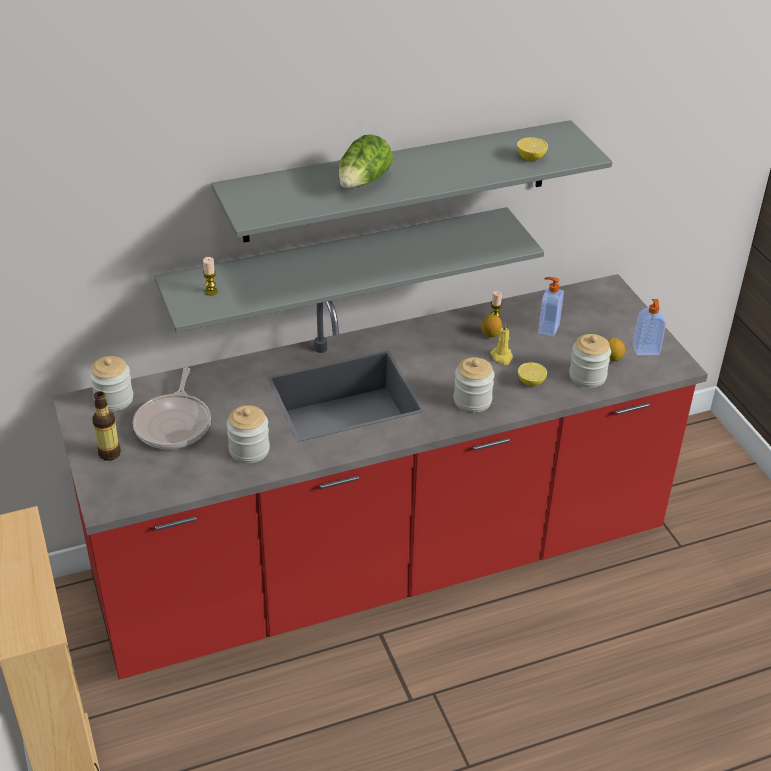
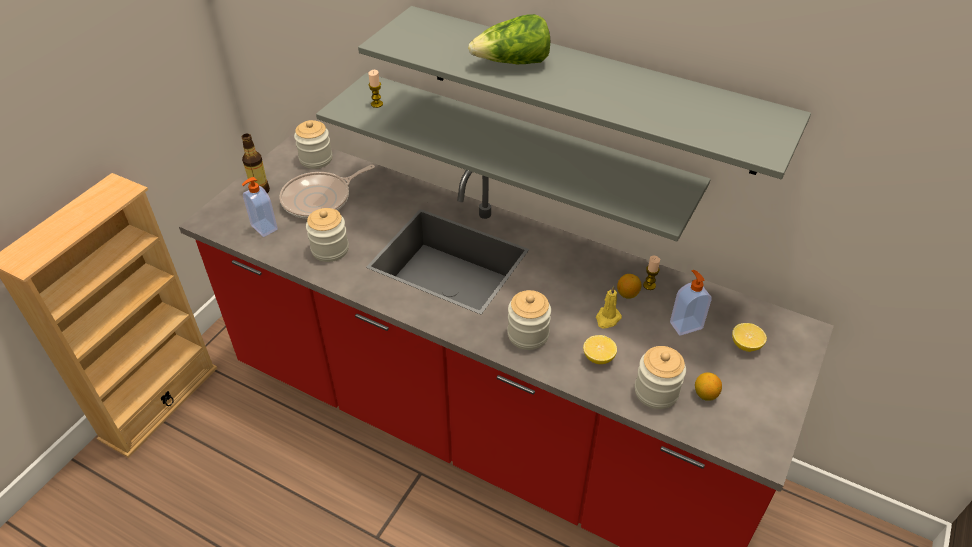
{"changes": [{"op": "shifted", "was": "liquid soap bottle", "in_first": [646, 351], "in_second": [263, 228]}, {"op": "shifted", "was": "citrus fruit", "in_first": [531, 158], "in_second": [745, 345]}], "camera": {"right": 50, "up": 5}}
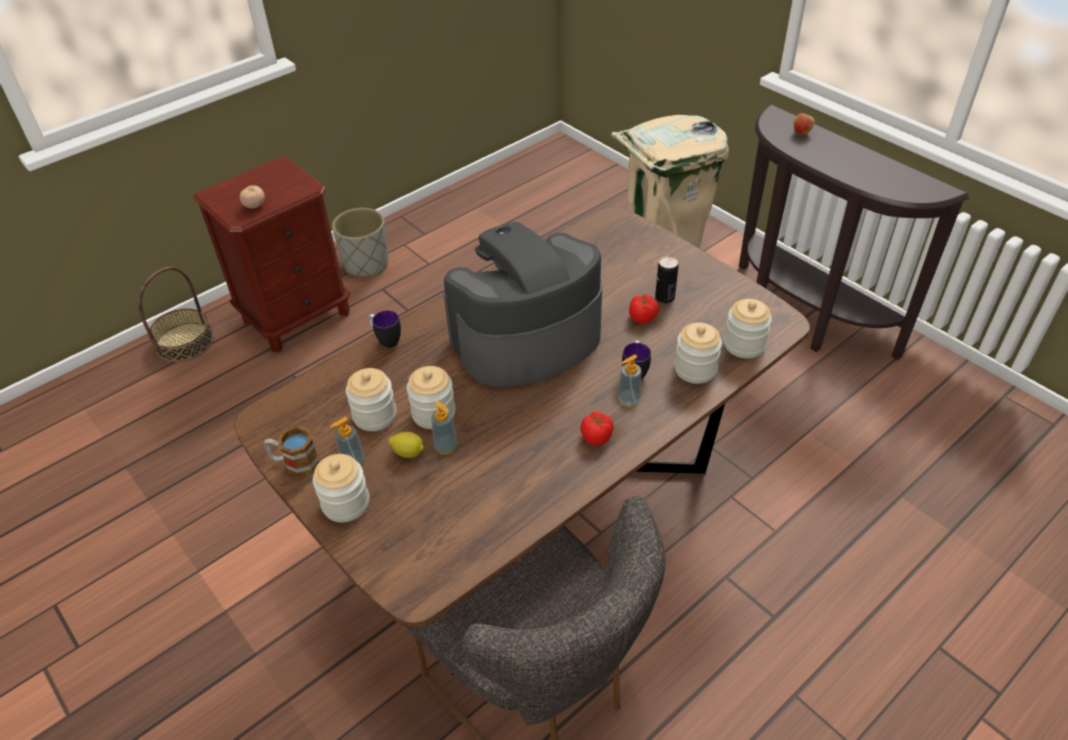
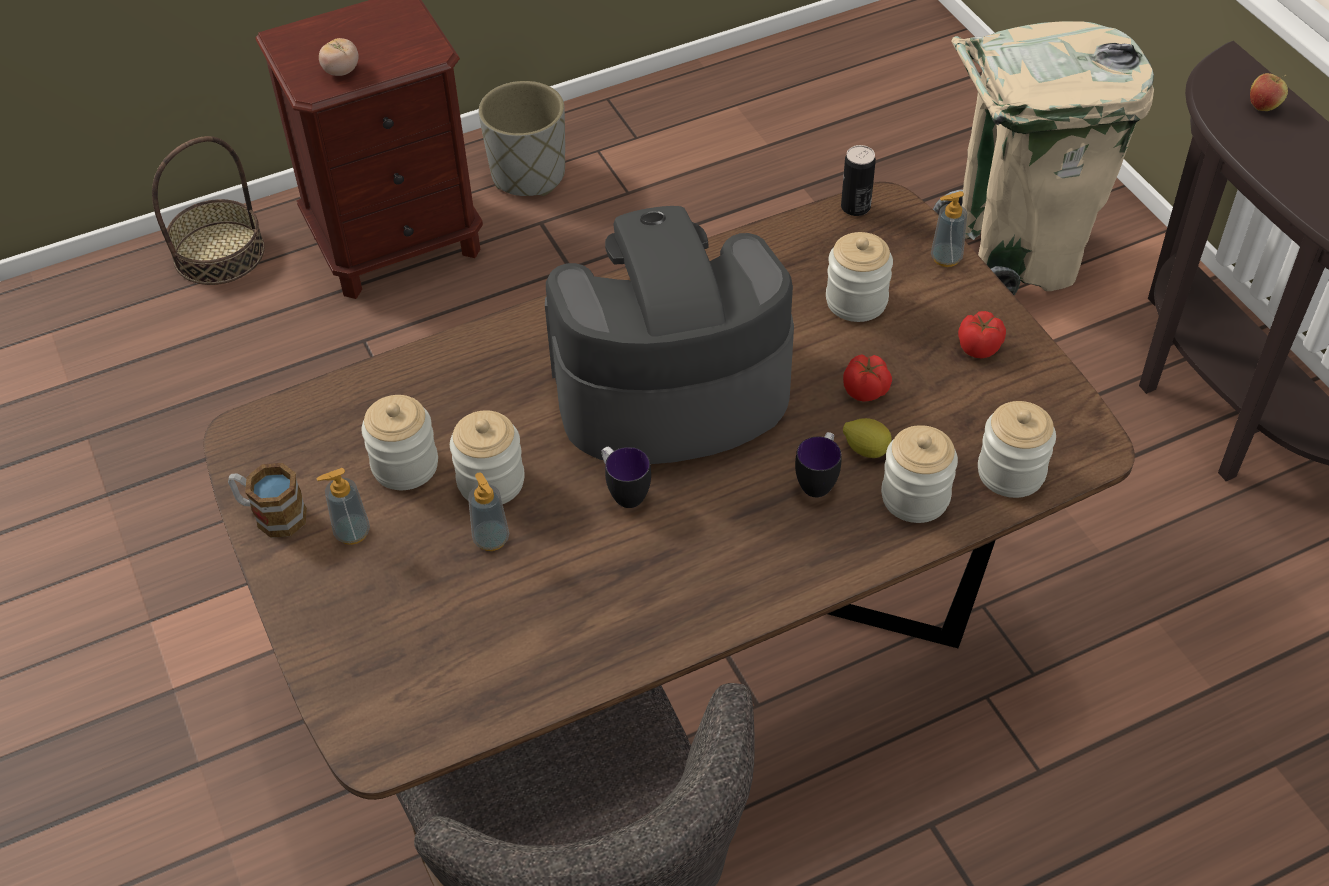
{"changes": [{"op": "shifted", "was": "mug", "in_first": [386, 340], "in_second": [624, 491]}, {"op": "shifted", "was": "storage jar", "in_first": [346, 503], "in_second": [856, 301]}, {"op": "shifted", "was": "sealed can", "in_first": [664, 297], "in_second": [855, 207]}, {"op": "shifted", "was": "citrus fruit", "in_first": [408, 452], "in_second": [867, 449]}, {"op": "shifted", "was": "liquid soap bottle", "in_first": [628, 400], "in_second": [946, 258]}, {"op": "shifted", "was": "tomato", "in_first": [597, 437], "in_second": [980, 347]}], "camera": {"right": 15, "up": 5}}
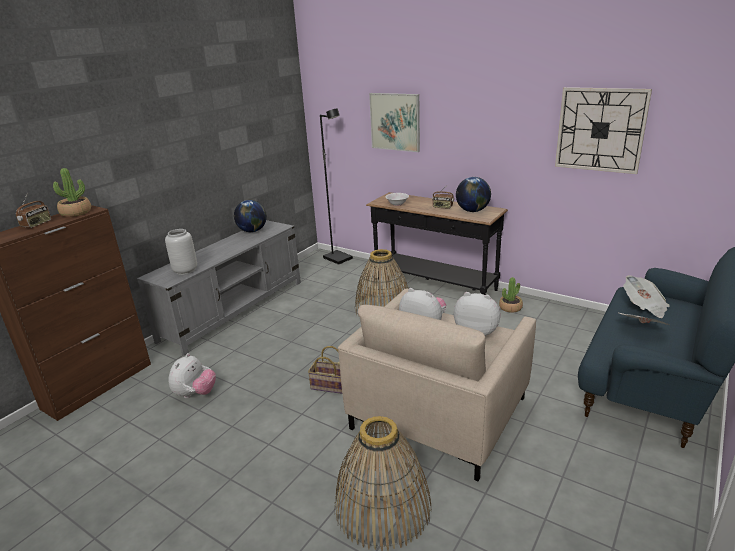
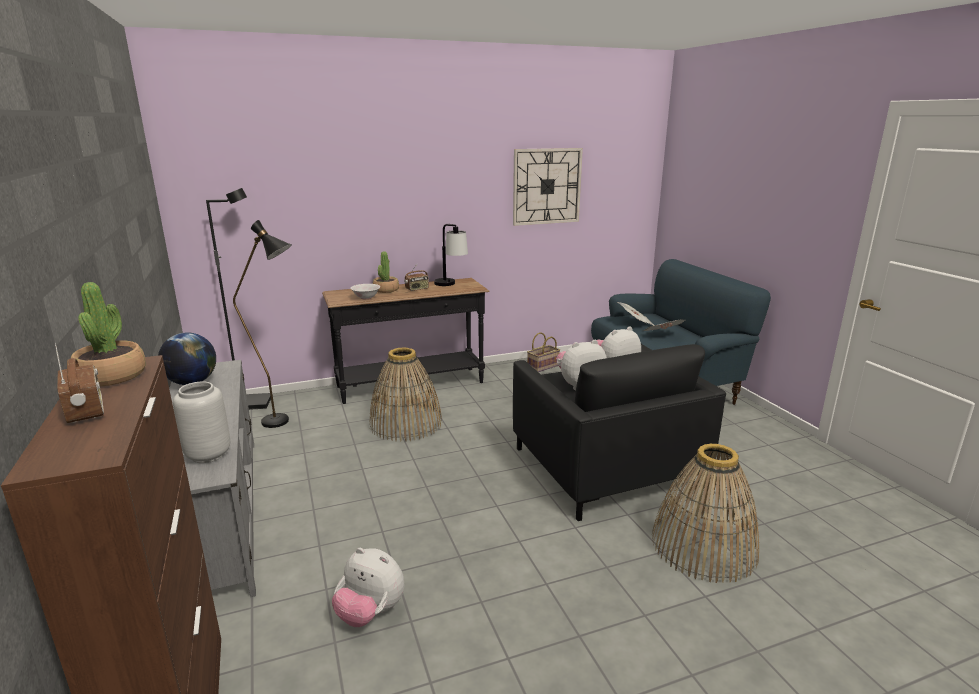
{"changes": [{"op": "new", "now": "black standing lamp", "in_second": [284, 422]}, {"op": "rotated", "was": "plush toy", "in_first": [195, 394], "in_second": [370, 613], "clockwise": 150}, {"op": "shifted", "was": "plant in a pot", "in_first": [510, 308], "in_second": [386, 290]}, {"op": "swapped", "was": "globe", "now": "table lamp", "in_first": [472, 211], "in_second": [451, 285]}, {"op": "repainted", "was": "sand-coloured easy chair", "now": "black easy chair", "in_first": [438, 412], "in_second": [605, 467]}, {"op": "shifted", "was": "basket", "in_first": [329, 386], "in_second": [543, 367]}, {"op": "gone", "was": "wall picture", "in_first": [395, 122]}], "camera": {"right": -55, "up": -5}}
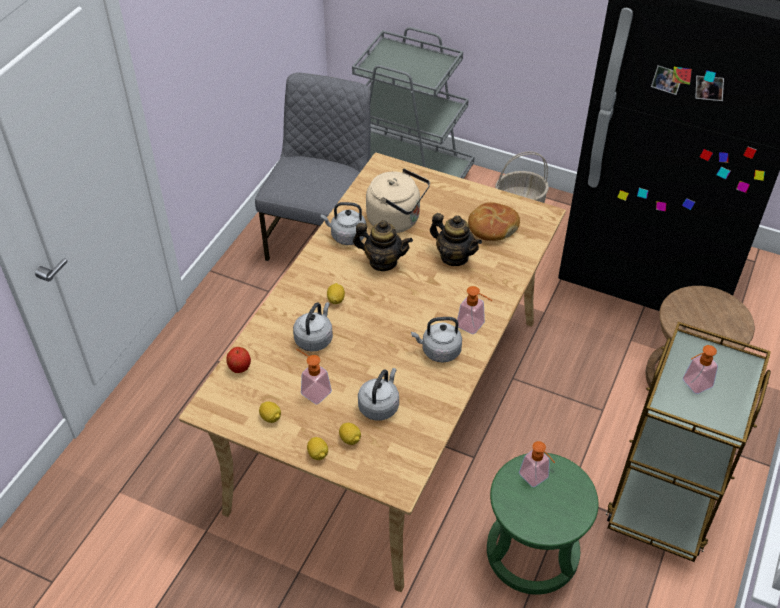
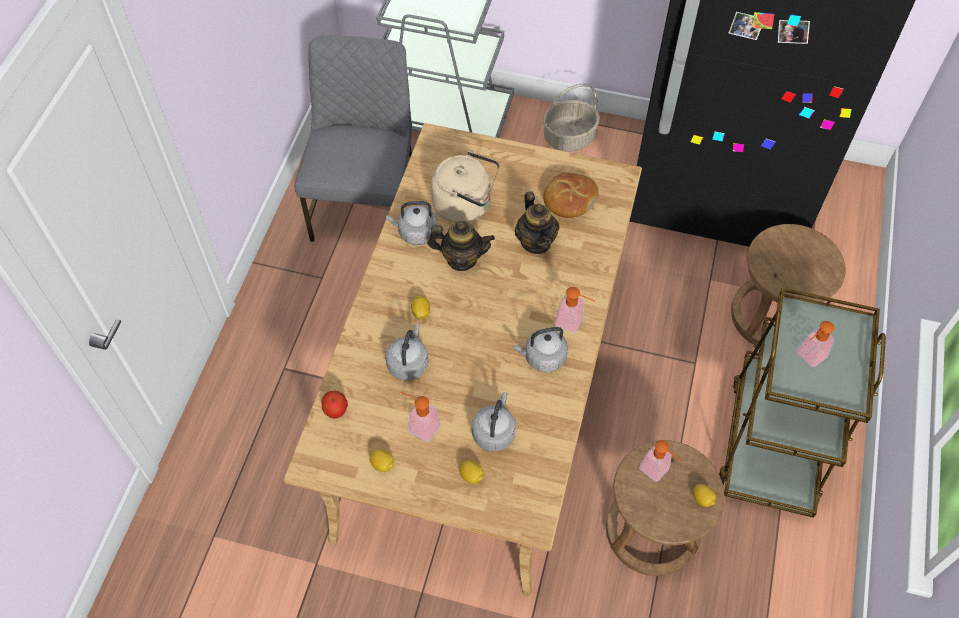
{"changes": [{"op": "rotated", "was": "teapot", "in_first": [454, 257], "in_second": [536, 242], "clockwise": 45}, {"op": "repainted", "was": "greenish stool", "now": "brownish stool", "in_first": [532, 553], "in_second": [652, 531]}, {"op": "shifted", "was": "citrus fruit", "in_first": [318, 454], "in_second": [702, 499]}], "camera": {"right": -10, "up": 10}}
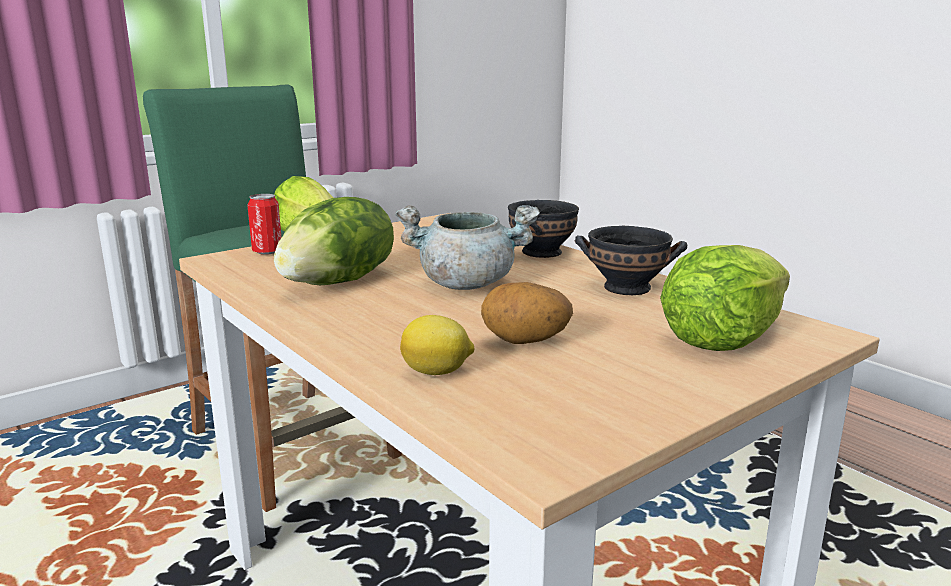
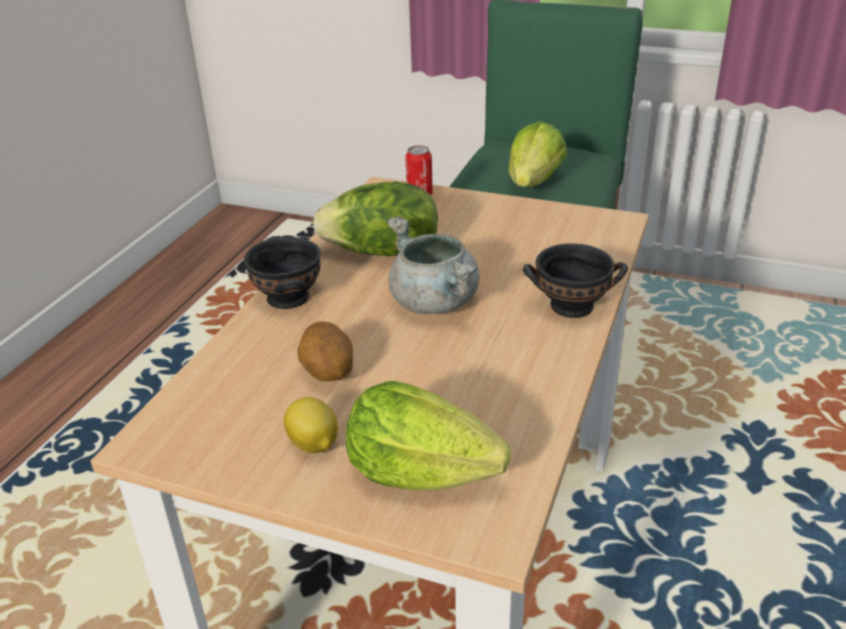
{"changes": [{"op": "shifted", "was": "black deep dish", "in_first": [628, 288], "in_second": [287, 299]}, {"op": "shifted", "was": "citrus fruit", "in_first": [437, 372], "in_second": [314, 445]}], "camera": {"right": 60, "up": 15}}
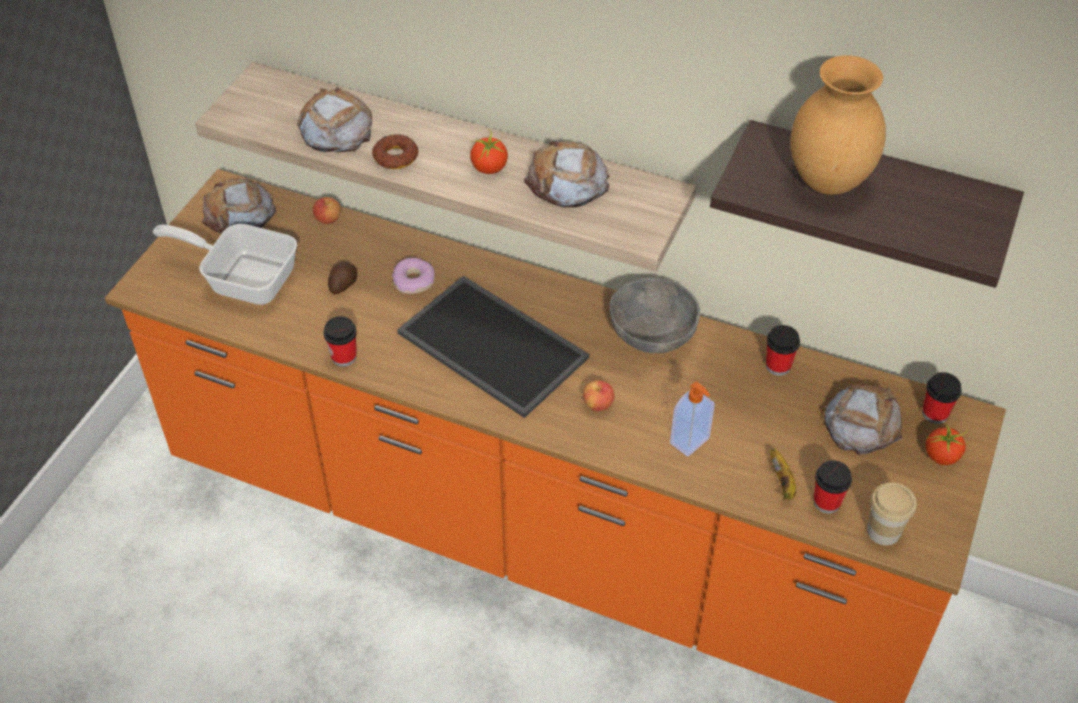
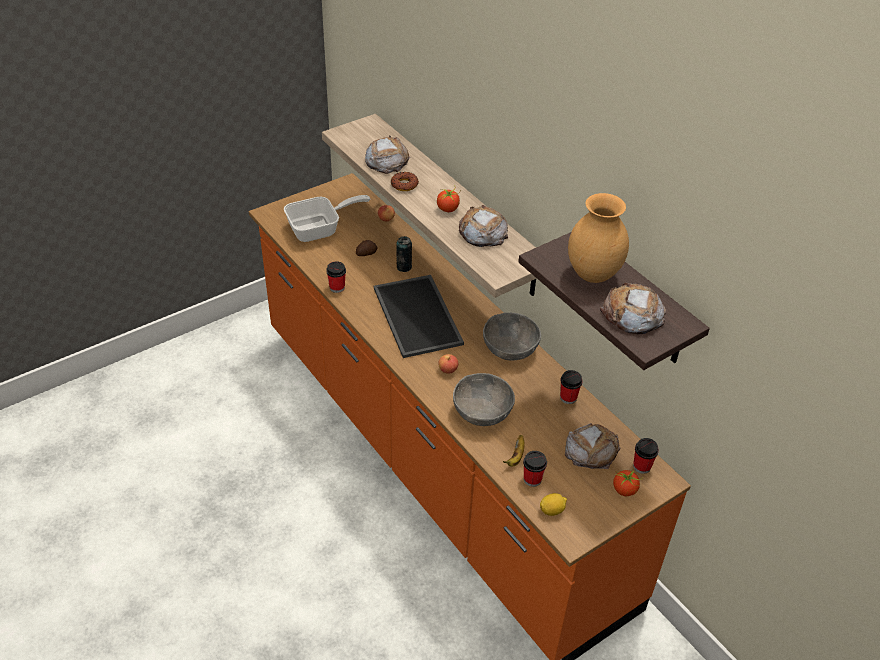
{"changes": [{"op": "rotated", "was": "frying pan", "in_first": [243, 278], "in_second": [320, 229], "clockwise": 105}, {"op": "swapped", "was": "doughnut", "now": "sealed can", "in_first": [414, 281], "in_second": [404, 267]}, {"op": "swapped", "was": "liquid soap bottle", "now": "gray deep dish", "in_first": [690, 442], "in_second": [482, 412]}, {"op": "swapped", "was": "small cup", "now": "citrus fruit", "in_first": [883, 531], "in_second": [552, 510]}, {"op": "shifted", "was": "baked bread", "in_first": [239, 214], "in_second": [632, 314]}], "camera": {"right": 30, "up": -5}}
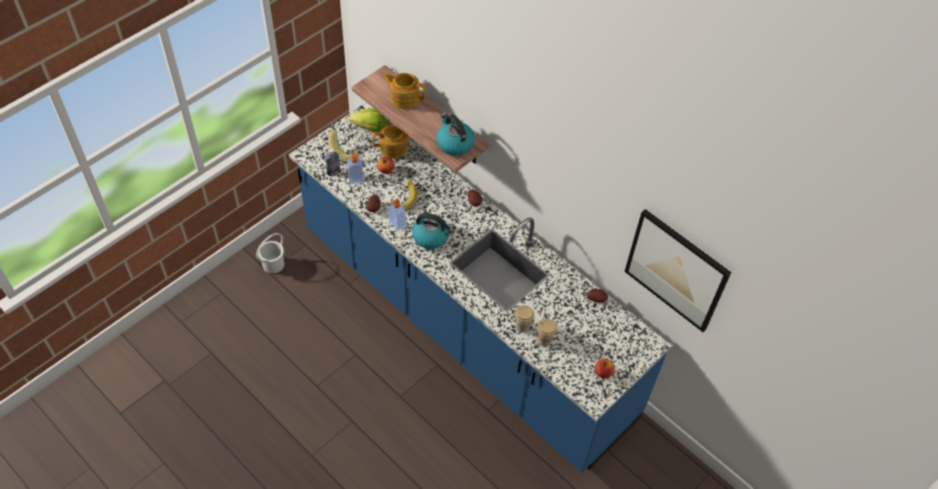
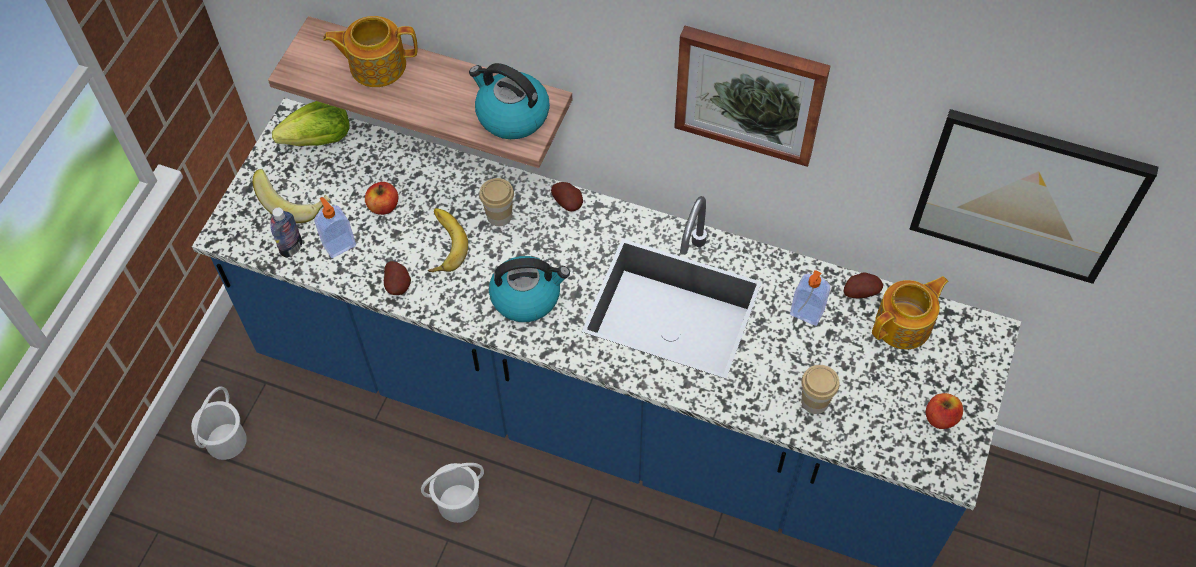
{"changes": [{"op": "new", "now": "white-coloured pail", "in_second": [459, 503]}, {"op": "shifted", "was": "small cup", "in_first": [522, 326], "in_second": [499, 215]}, {"op": "new", "now": "wall picture", "in_second": [750, 93]}, {"op": "shifted", "was": "liquid soap bottle", "in_first": [396, 224], "in_second": [806, 313]}, {"op": "shifted", "was": "teapot", "in_first": [394, 148], "in_second": [904, 324]}], "camera": {"right": -20, "up": 5}}
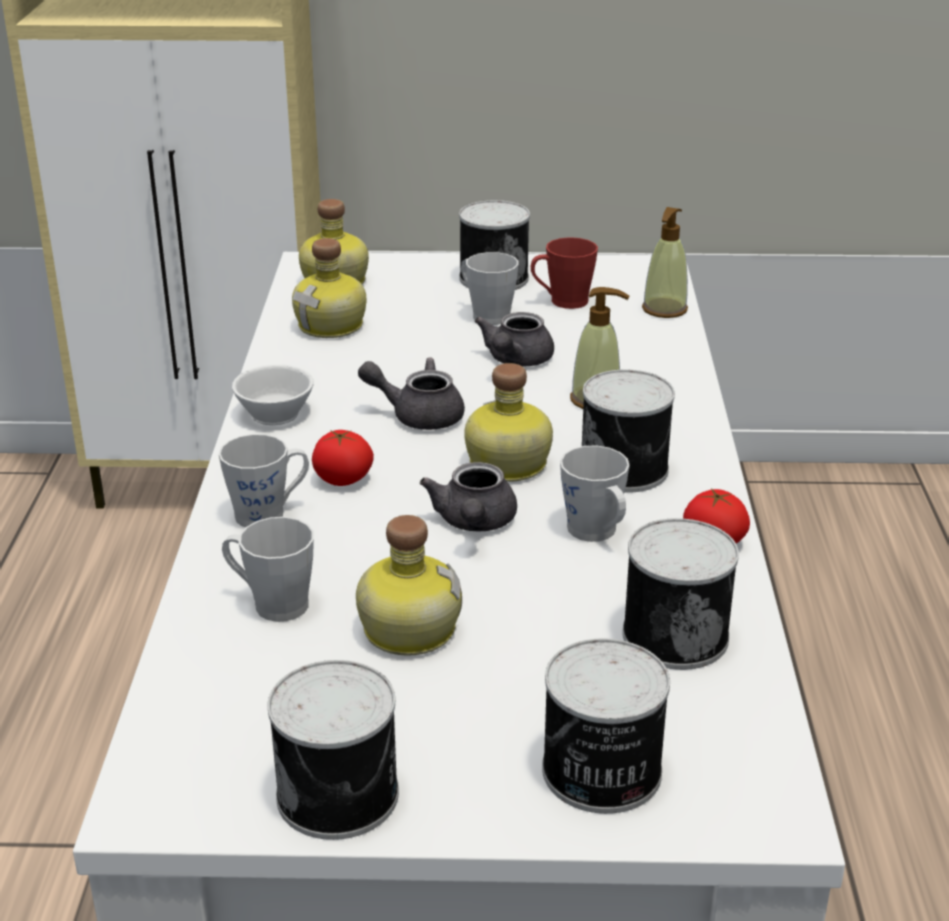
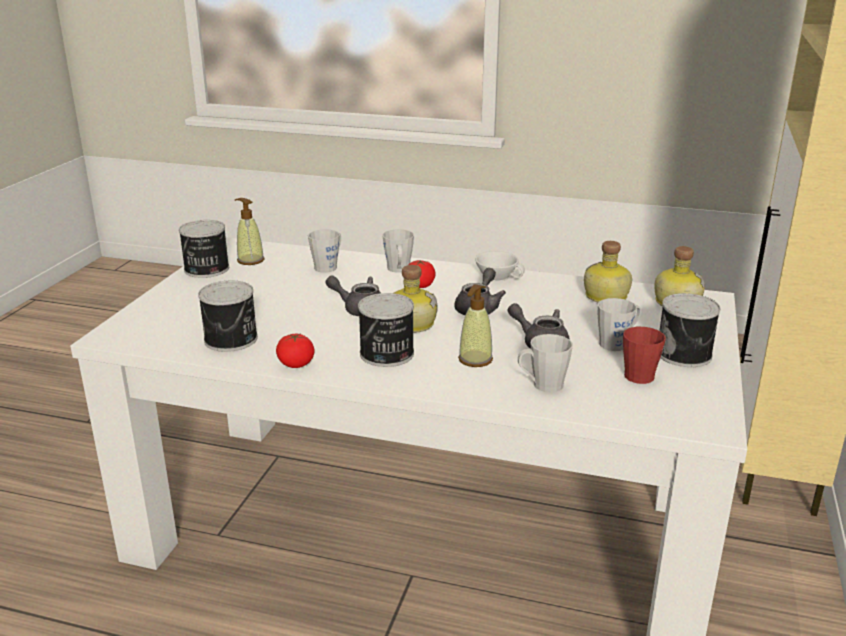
{"changes": [{"op": "shifted", "was": "liquid soap bottle", "in_first": [664, 309], "in_second": [250, 260]}, {"op": "shifted", "was": "gray mug", "in_first": [596, 533], "in_second": [542, 385]}, {"op": "gone", "was": "drink bottle", "in_first": [407, 628]}, {"op": "gone", "was": "sealed can", "in_first": [601, 773]}], "camera": {"right": 105, "up": -5}}
